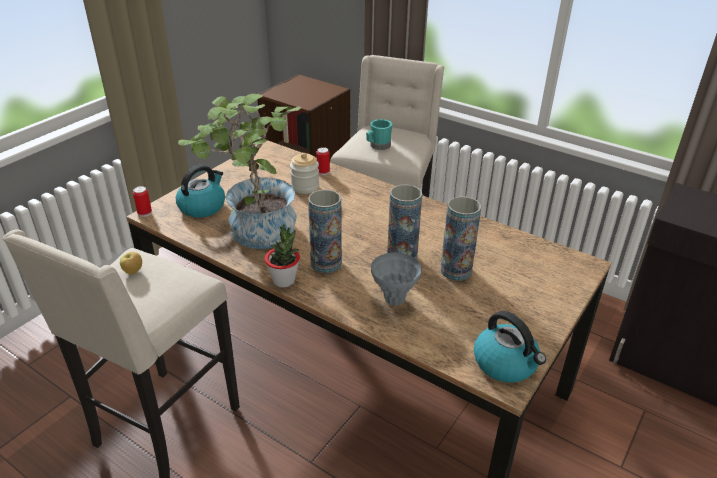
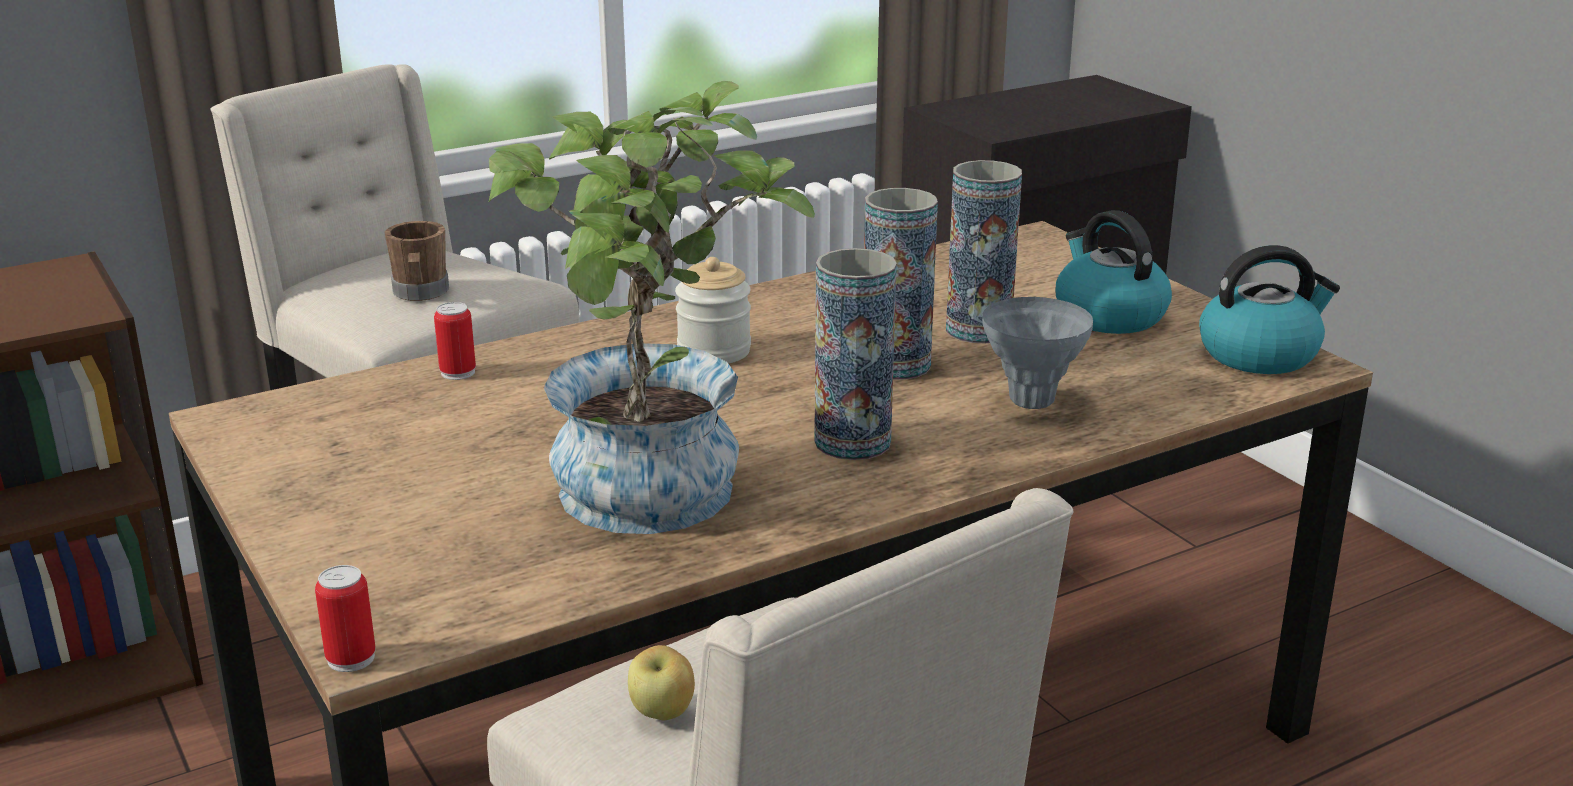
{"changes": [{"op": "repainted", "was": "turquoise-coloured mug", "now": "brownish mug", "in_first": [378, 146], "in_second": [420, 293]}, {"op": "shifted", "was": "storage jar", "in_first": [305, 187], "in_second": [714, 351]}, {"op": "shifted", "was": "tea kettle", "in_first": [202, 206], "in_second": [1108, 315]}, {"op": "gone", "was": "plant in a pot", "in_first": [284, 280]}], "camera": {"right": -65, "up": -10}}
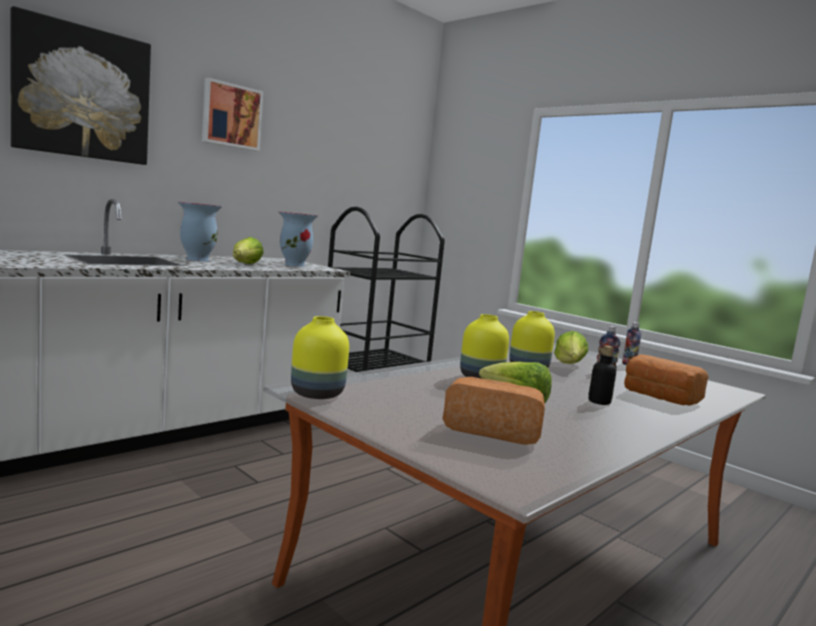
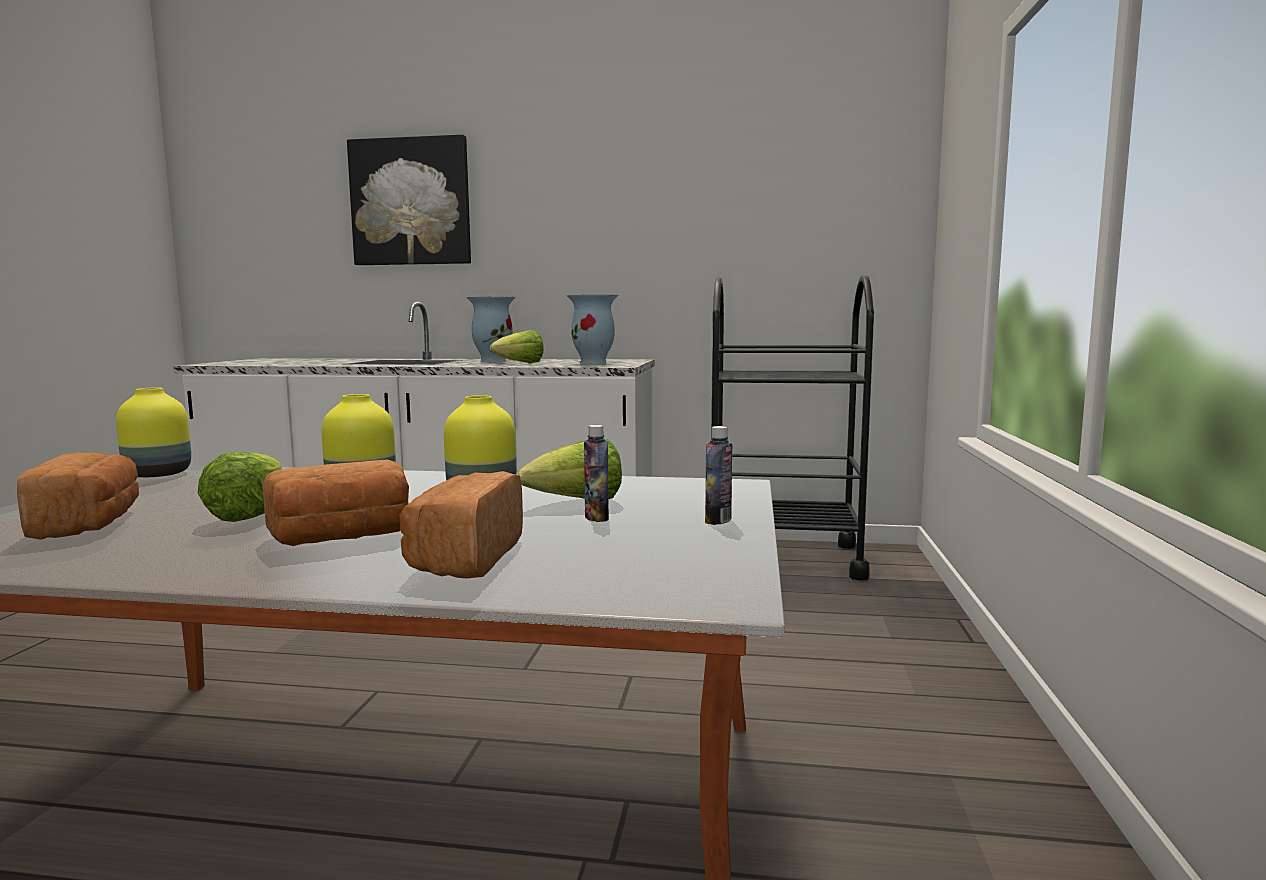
{"changes": [{"op": "swapped", "was": "drink bottle", "now": "baked bread", "in_first": [599, 402], "in_second": [343, 537]}, {"op": "gone", "was": "wall picture", "in_first": [231, 116]}], "camera": {"right": 55, "up": 0}}
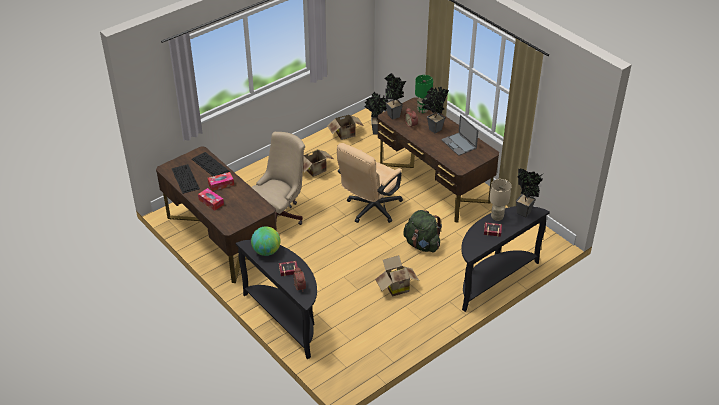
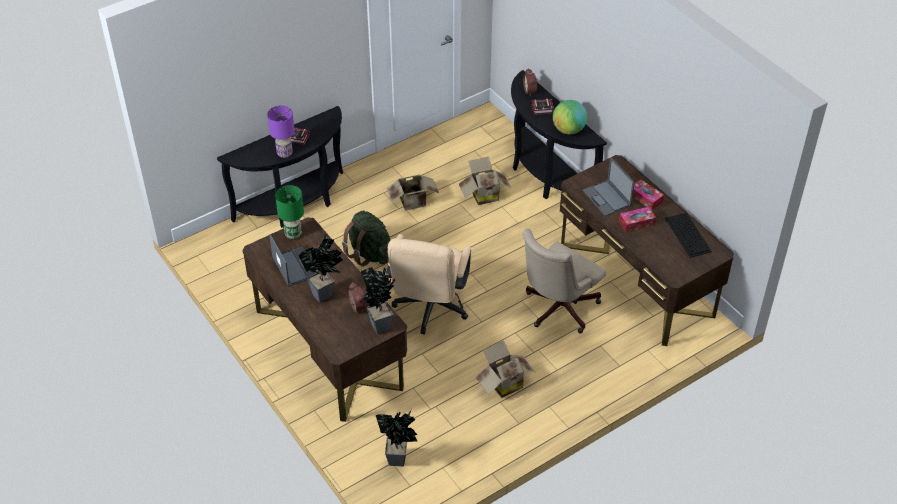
{"changes": [{"op": "repainted", "was": "sand-coloured table lamp", "now": "purple table lamp", "in_first": [497, 217], "in_second": [284, 154]}, {"op": "shifted", "was": "greenish table lamp", "in_first": [422, 110], "in_second": [293, 234]}, {"op": "rotated", "was": "sand-coloured desk chair", "in_first": [370, 210], "in_second": [429, 309], "clockwise": 150}, {"op": "shifted", "was": "carton", "in_first": [346, 135], "in_second": [483, 195]}, {"op": "new", "now": "laptop", "in_second": [607, 198]}, {"op": "gone", "was": "PC keyboard", "in_first": [210, 165]}, {"op": "gone", "was": "plant in a pot", "in_first": [525, 214]}], "camera": {"right": -175, "up": 5}}
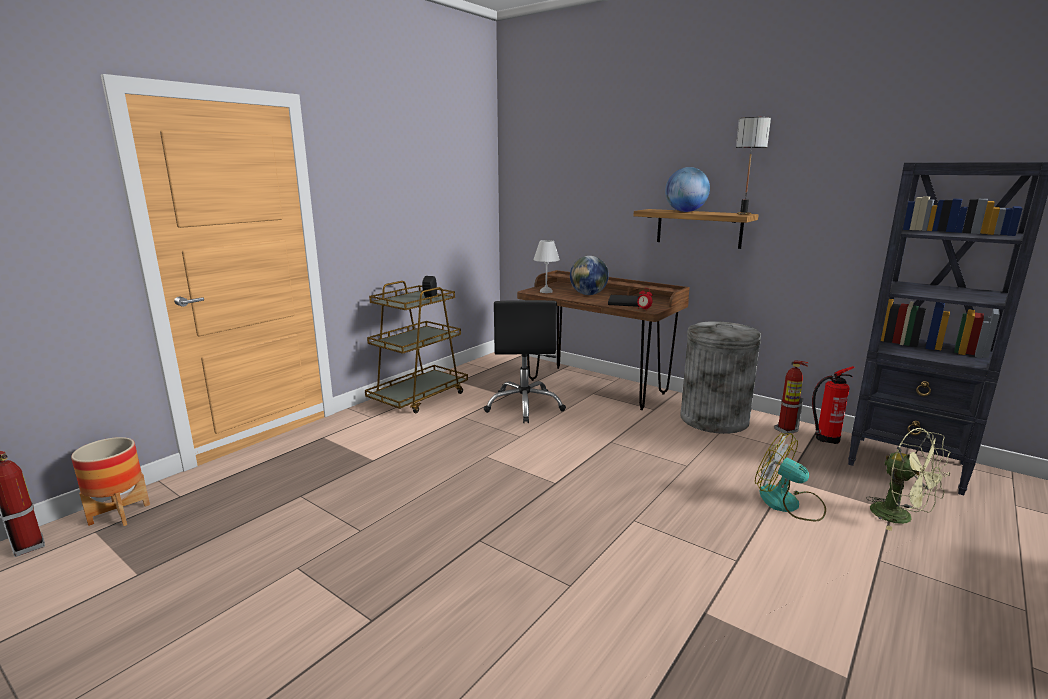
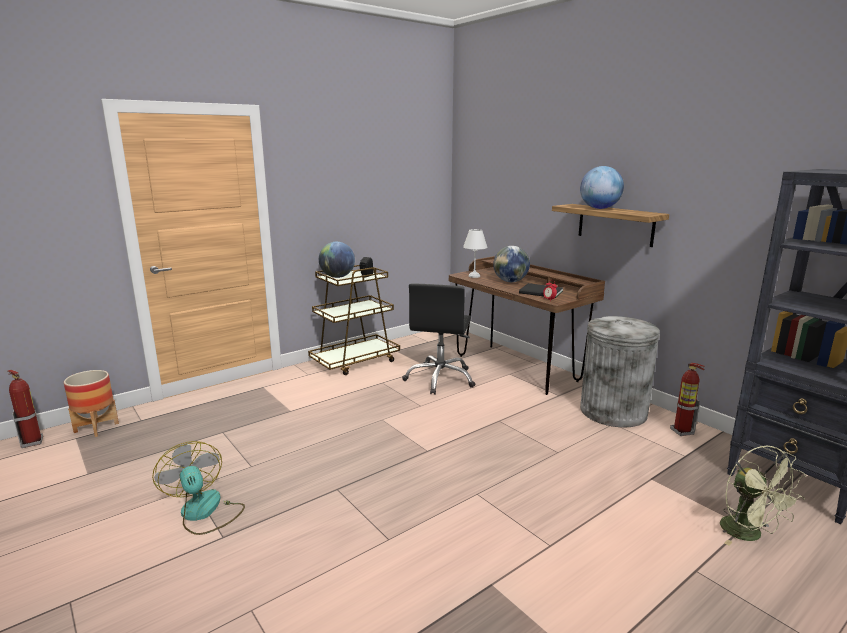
{"changes": [{"op": "shifted", "was": "cooling fan", "in_first": [788, 504], "in_second": [204, 512]}, {"op": "new", "now": "globe", "in_second": [337, 277]}, {"op": "gone", "was": "table lamp", "in_first": [744, 214]}, {"op": "gone", "was": "fire-fighting cylinder", "in_first": [825, 439]}], "camera": {"right": 15, "up": 0}}
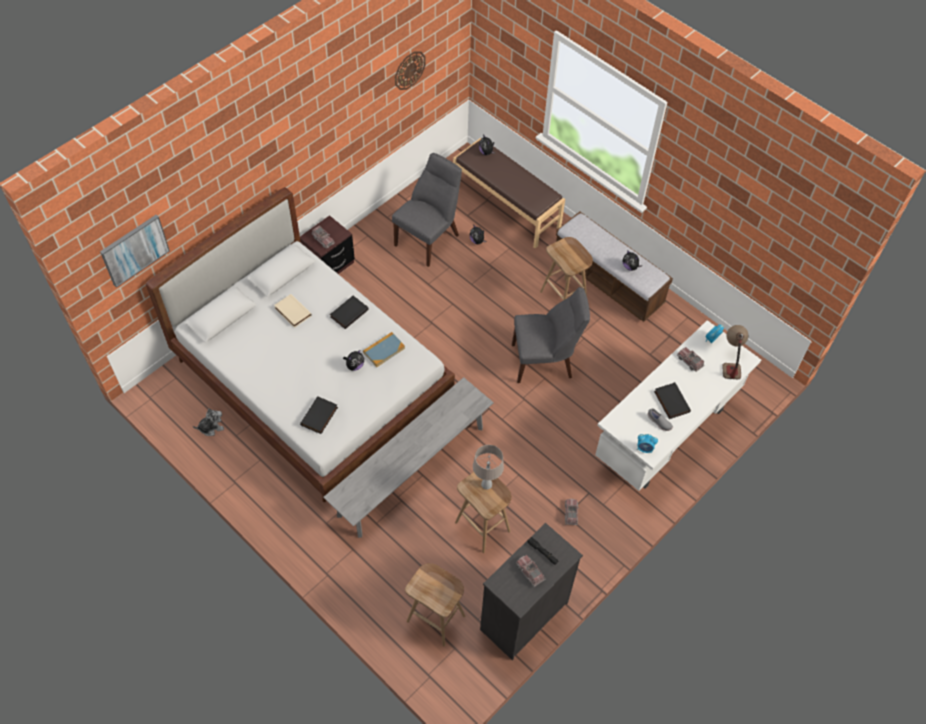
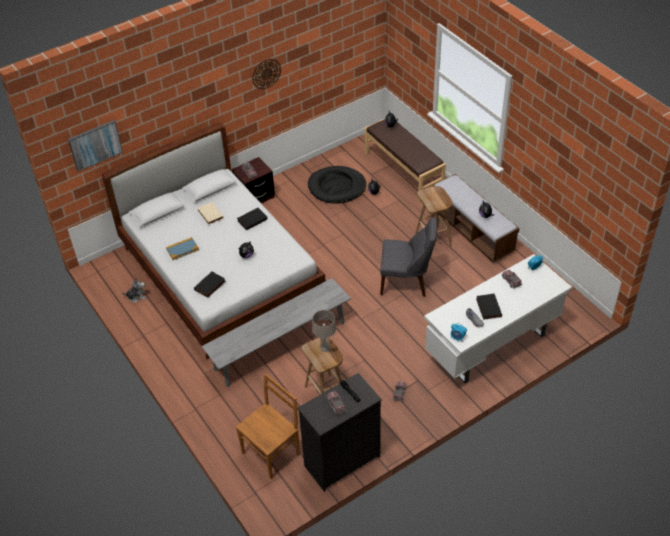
{"changes": [{"op": "shifted", "was": "bound book", "in_first": [384, 350], "in_second": [182, 249]}, {"op": "swapped", "was": "brownish stool", "now": "brownish plain chair", "in_first": [436, 618], "in_second": [272, 452]}, {"op": "shifted", "was": "hanging clock", "in_first": [409, 70], "in_second": [266, 73]}, {"op": "swapped", "was": "gray plain chair", "now": "black pet bed", "in_first": [429, 238], "in_second": [337, 187]}, {"op": "gone", "was": "table lamp", "in_first": [730, 362]}], "camera": {"right": 15, "up": -10}}
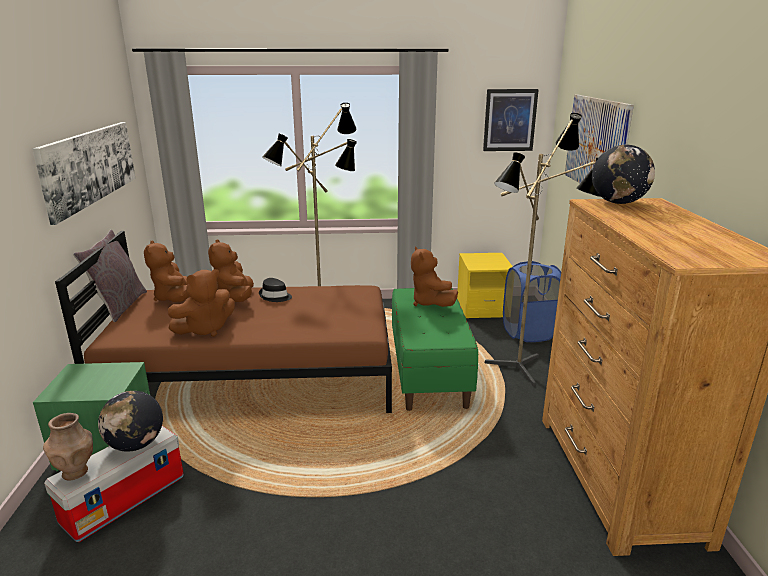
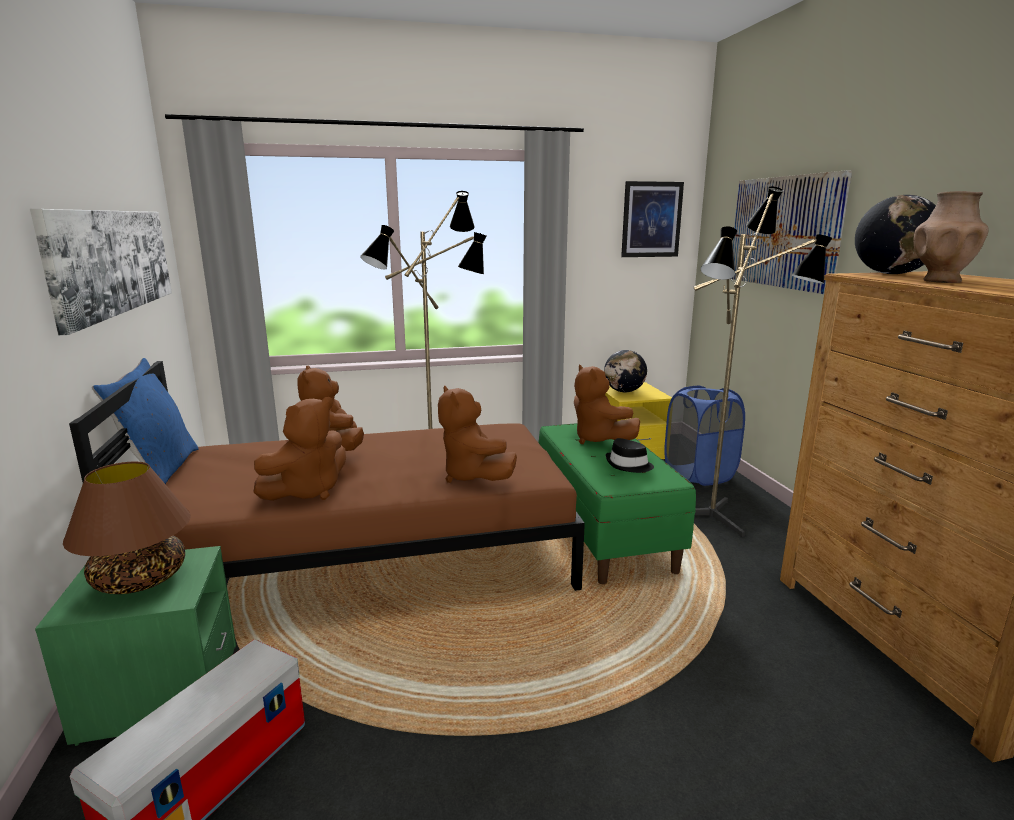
{"changes": [{"op": "new", "now": "brownish table lamp", "in_second": [140, 578]}, {"op": "repainted", "was": "gray throw pillow", "now": "bluish throw pillow", "in_first": [119, 306], "in_second": [160, 470]}, {"op": "shifted", "was": "brownish plush toy", "in_first": [174, 298], "in_second": [473, 476]}, {"op": "shifted", "was": "globe", "in_first": [135, 444], "in_second": [624, 391]}, {"op": "shifted", "was": "black hat", "in_first": [275, 296], "in_second": [628, 465]}, {"op": "shifted", "was": "brownish flower vase", "in_first": [76, 472], "in_second": [941, 281]}], "camera": {"right": -10, "up": -5}}
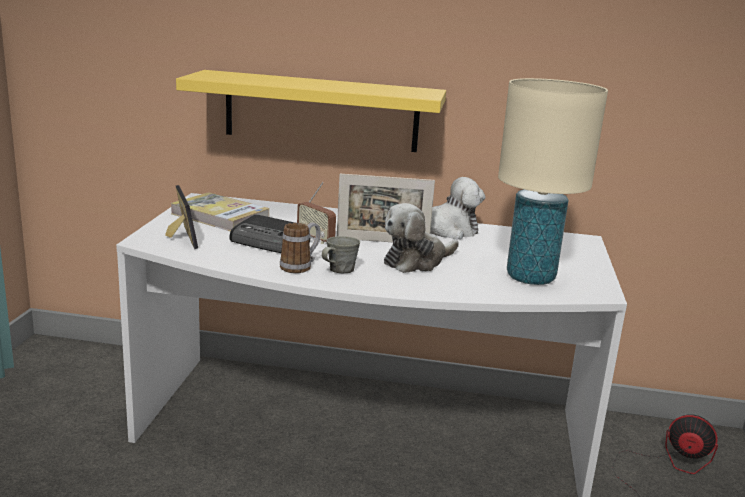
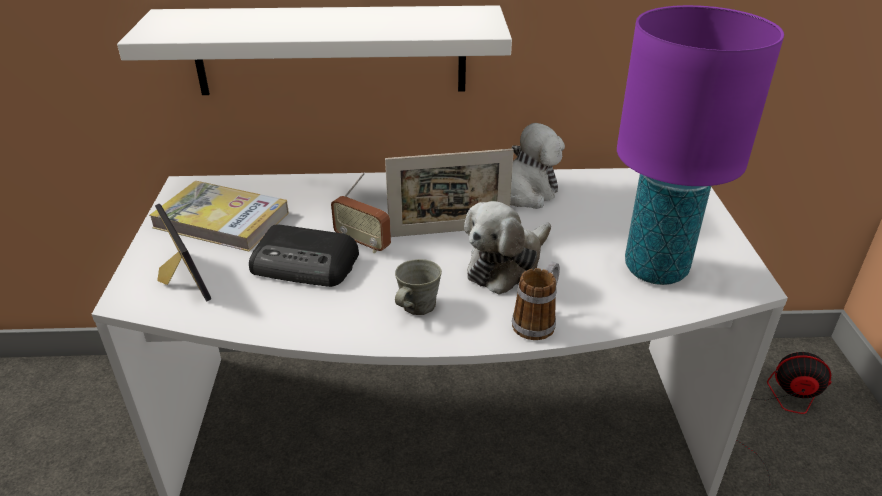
{"changes": [{"op": "repainted", "was": "yellow bracket shelf", "now": "white-coloured bracket shelf", "in_first": [321, 111], "in_second": [330, 51]}, {"op": "shifted", "was": "mug", "in_first": [300, 266], "in_second": [537, 321]}, {"op": "repainted", "was": "sand-coloured table lamp", "now": "purple table lamp", "in_first": [530, 277], "in_second": [655, 269]}], "camera": {"right": -10, "up": 15}}
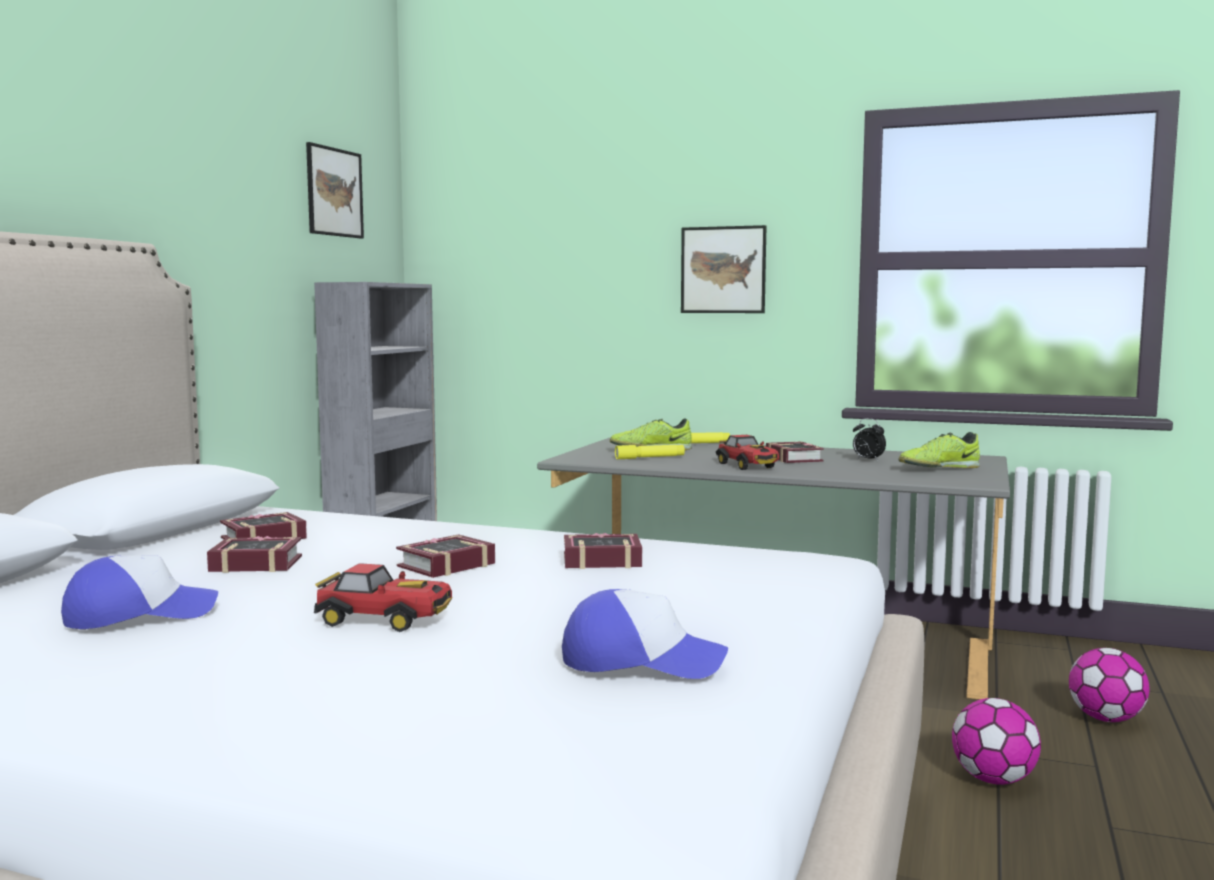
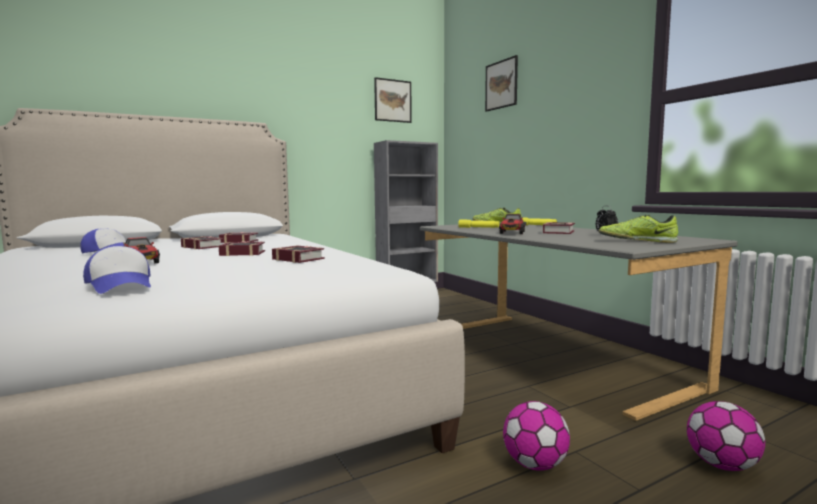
{"changes": [{"op": "shifted", "was": "wall picture", "in_first": [723, 270], "in_second": [501, 84]}], "camera": {"right": 40, "up": 0}}
